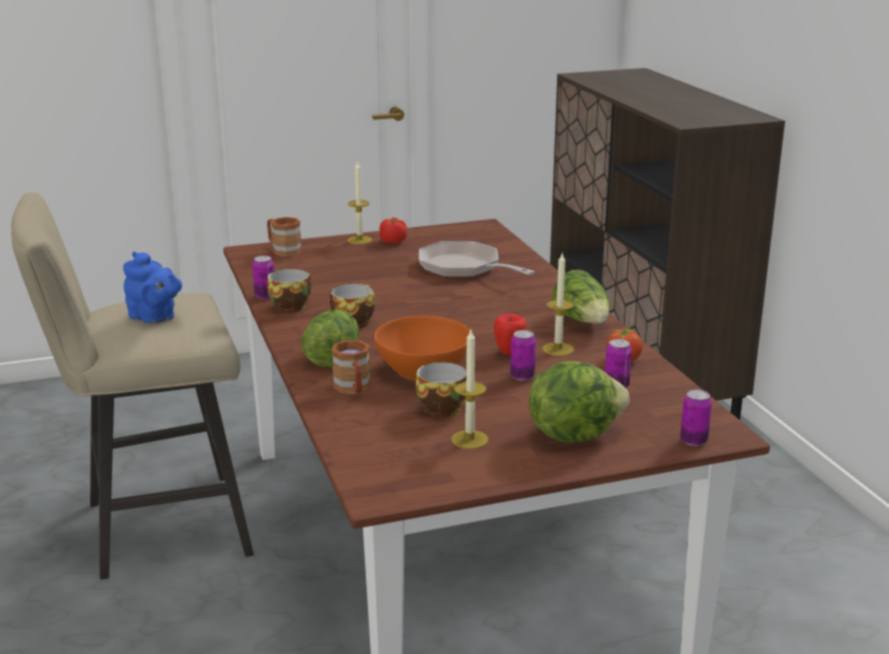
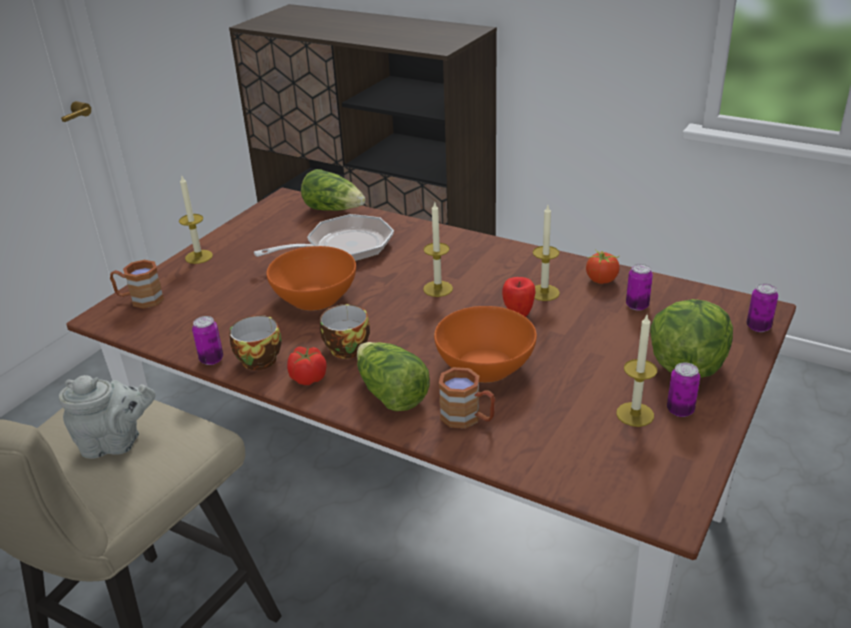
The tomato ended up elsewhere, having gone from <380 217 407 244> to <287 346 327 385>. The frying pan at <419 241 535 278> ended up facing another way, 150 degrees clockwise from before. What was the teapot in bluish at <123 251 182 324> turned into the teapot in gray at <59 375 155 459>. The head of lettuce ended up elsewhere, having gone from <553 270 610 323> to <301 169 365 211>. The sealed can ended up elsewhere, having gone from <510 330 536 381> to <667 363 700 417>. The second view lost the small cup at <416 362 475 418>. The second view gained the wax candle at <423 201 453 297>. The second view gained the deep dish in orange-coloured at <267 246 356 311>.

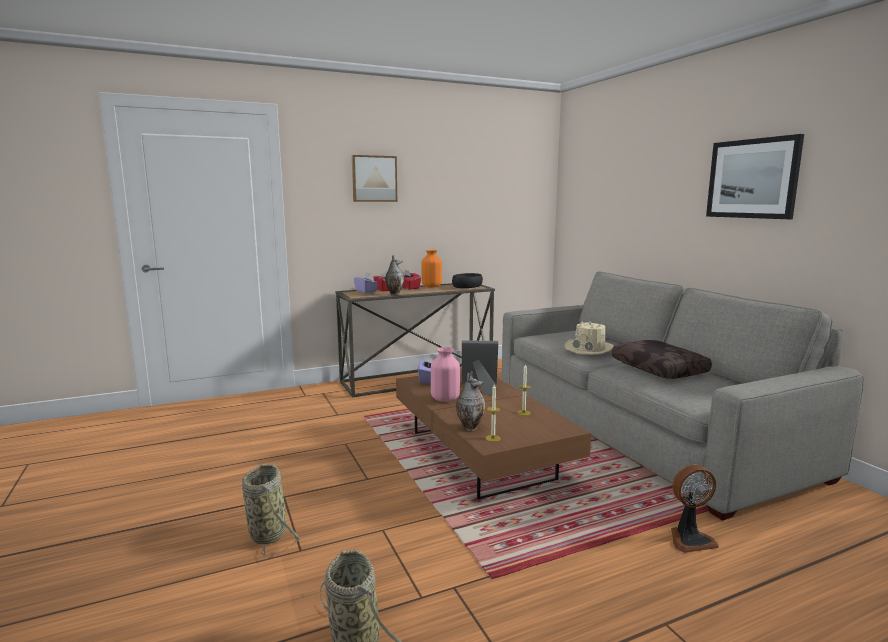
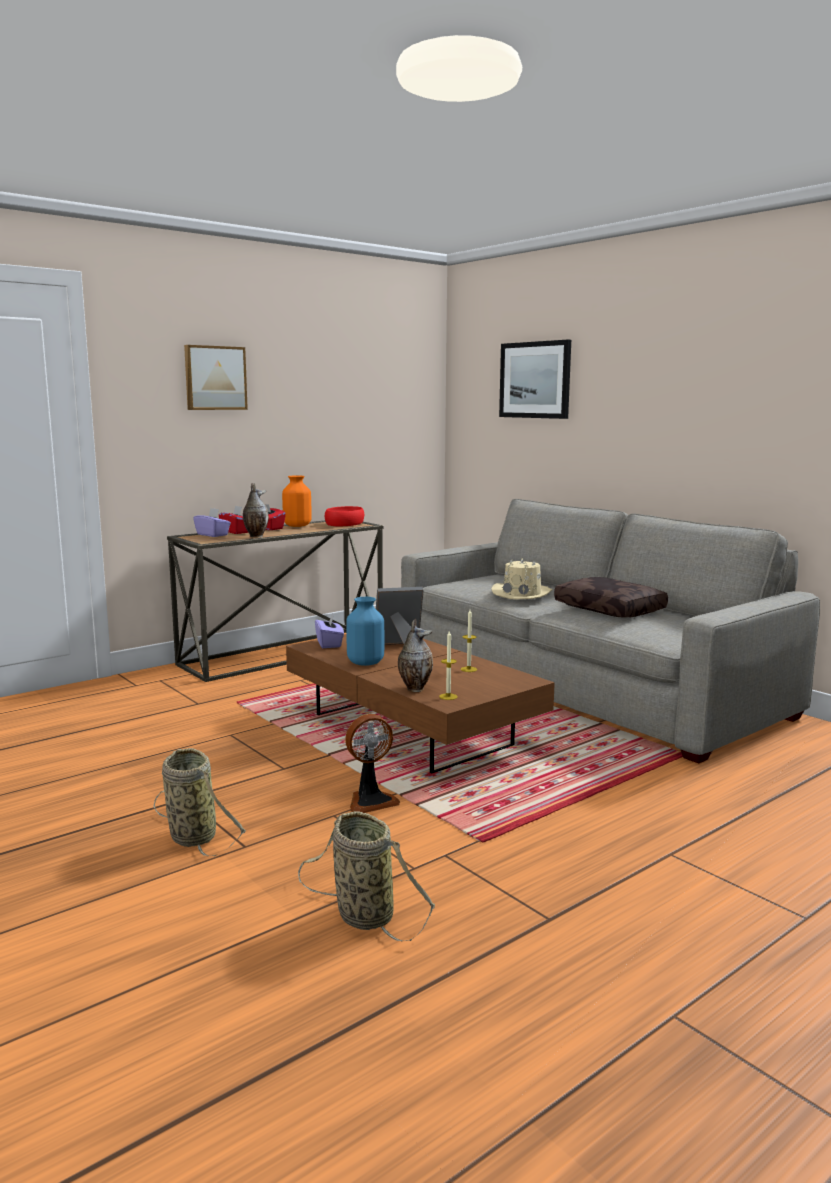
The wall picture ended up elsewhere, having gone from <706 134 804 219> to <499 340 571 419>. What was the deep dish in black at <452 273 483 288> turned into the deep dish in red-coloured at <325 506 364 526>. What was the flower vase in pink at <431 347 460 402> turned into the flower vase in bluish at <346 597 384 666>. The fan ended up elsewhere, having gone from <671 465 719 553> to <345 714 400 813>.

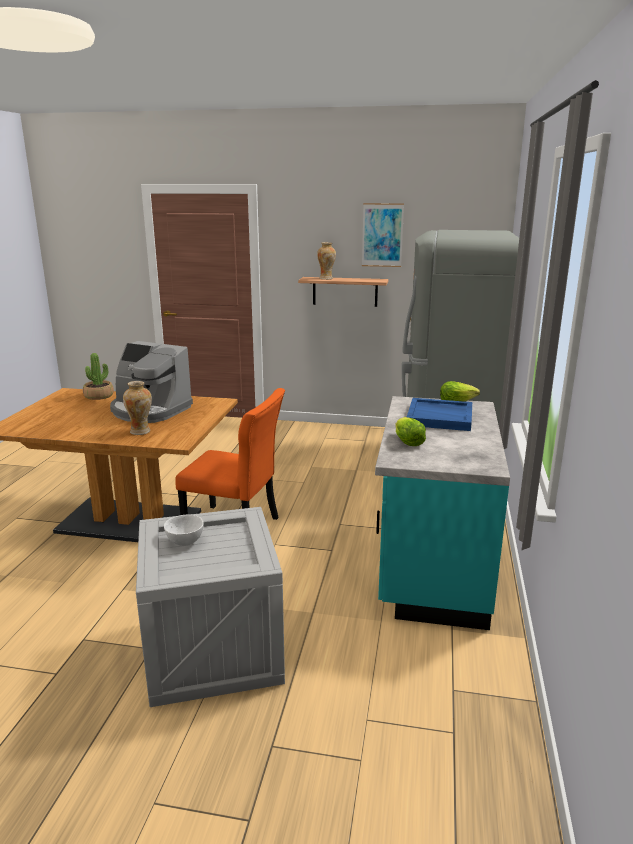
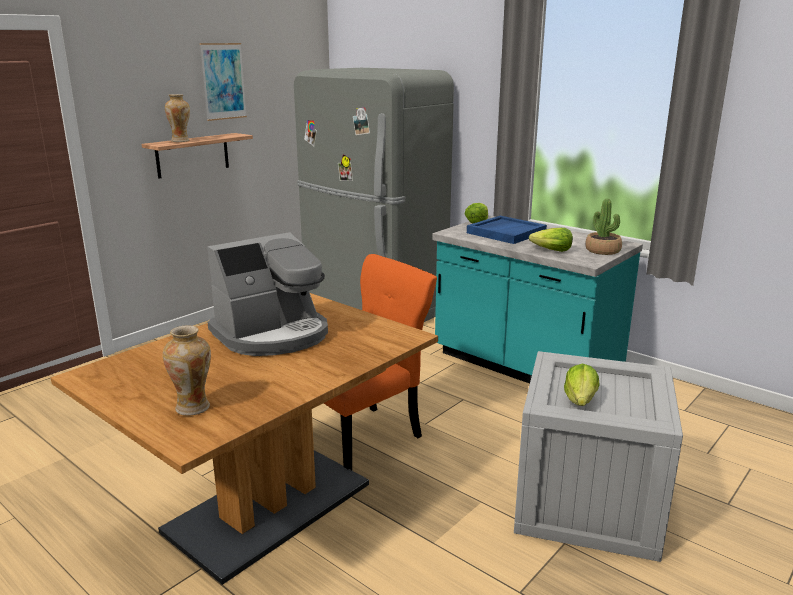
The houseplant ended up elsewhere, having gone from <83 353 114 400> to <585 199 622 255>. The flower vase ended up elsewhere, having gone from <123 381 152 435> to <163 325 211 416>. Where the deep dish in white-coloured stood at <164 514 204 546>, the head of lettuce came to stand at <564 363 599 406>.

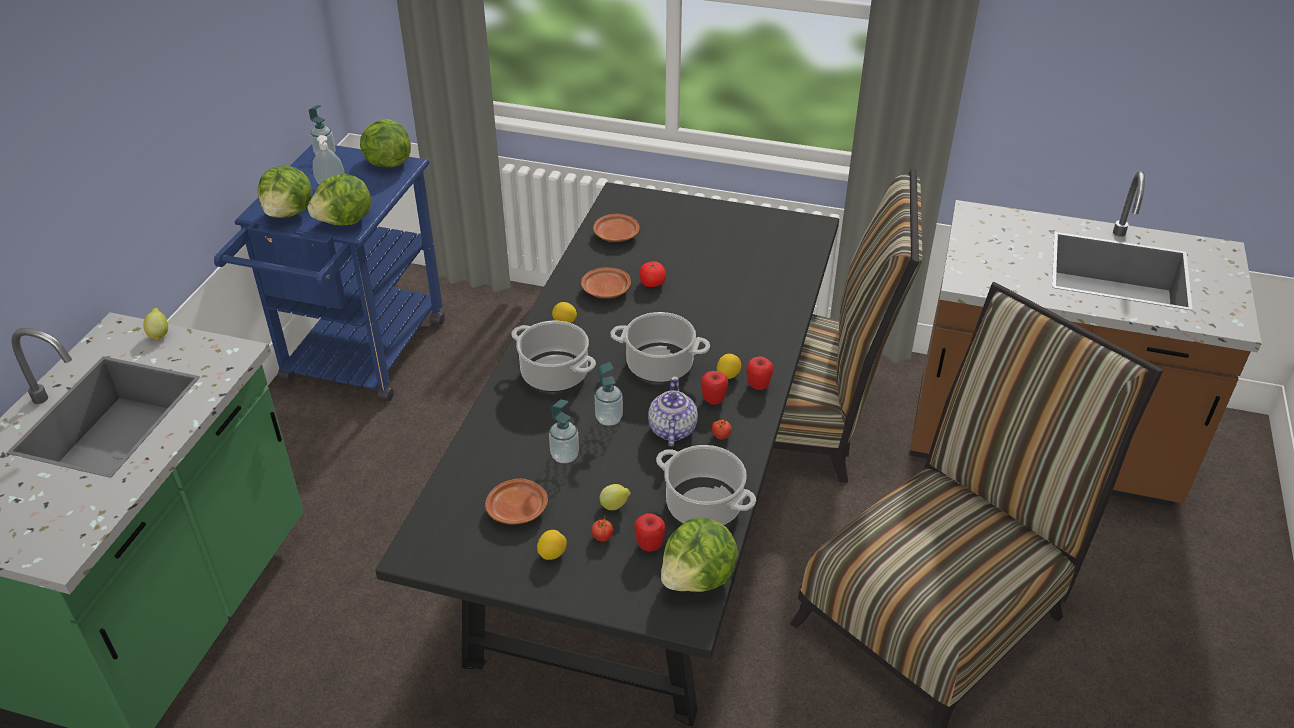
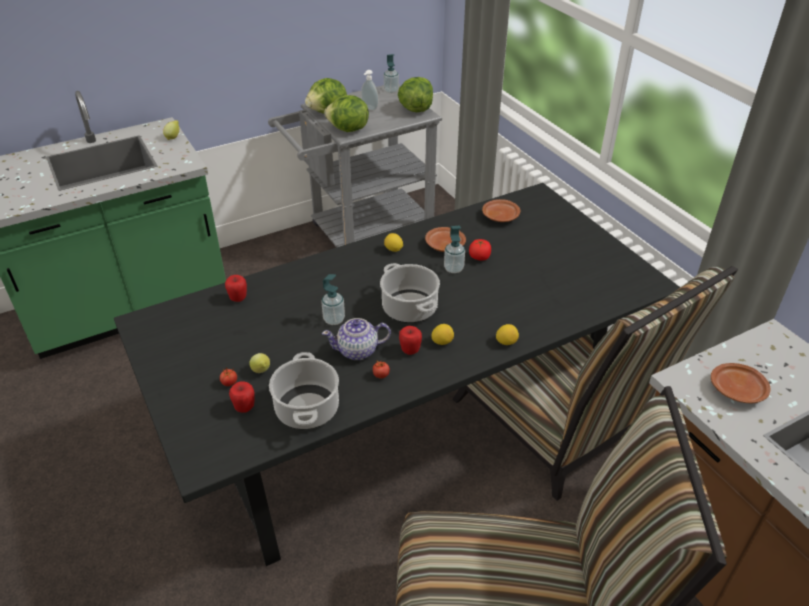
What was the trolley in bluish at <214 144 445 401> turned into the trolley in gray at <268 85 442 247>. The second view lost the stockpot at <511 321 596 392>. The apple ended up elsewhere, having gone from <746 356 773 390> to <225 275 247 302>. The teapot at <648 376 698 446> ended up facing another way, 150 degrees counterclockwise from before. The liquid soap bottle ended up elsewhere, having gone from <549 399 579 463> to <444 226 465 273>. The dinner plate in brown-coloured ended up elsewhere, having gone from <485 478 548 525> to <711 363 770 403>. The second view lost the head of lettuce at <661 518 738 592>. The lemon ended up elsewhere, having gone from <537 530 567 560> to <496 324 519 345>.

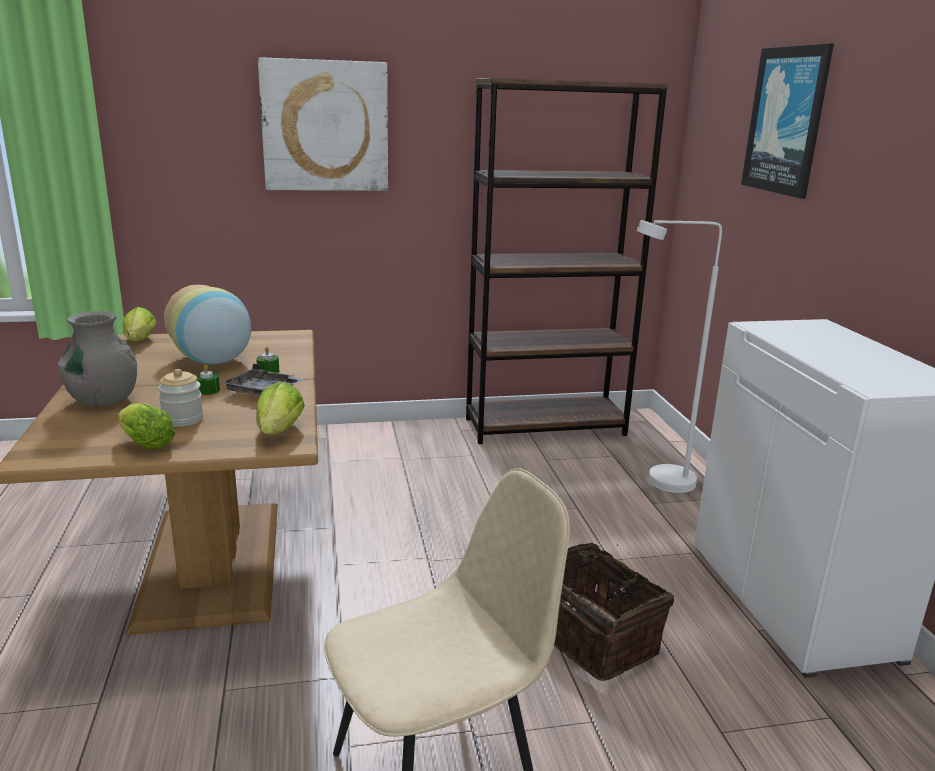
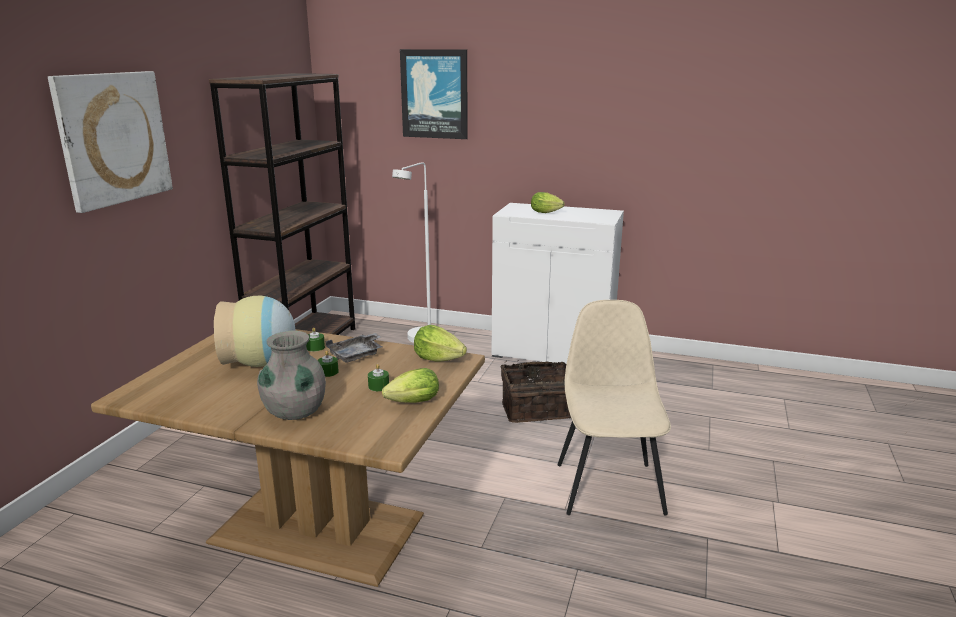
The head of lettuce ended up elsewhere, having gone from <123 307 157 341> to <531 192 565 213>. Where the preserve jar stood at <158 369 203 427>, the wax candle in greenish came to stand at <368 364 389 391>.

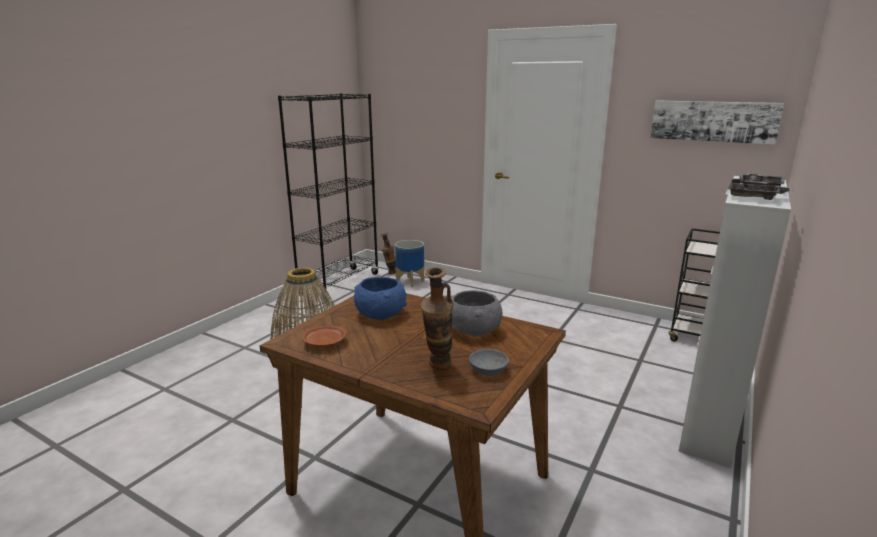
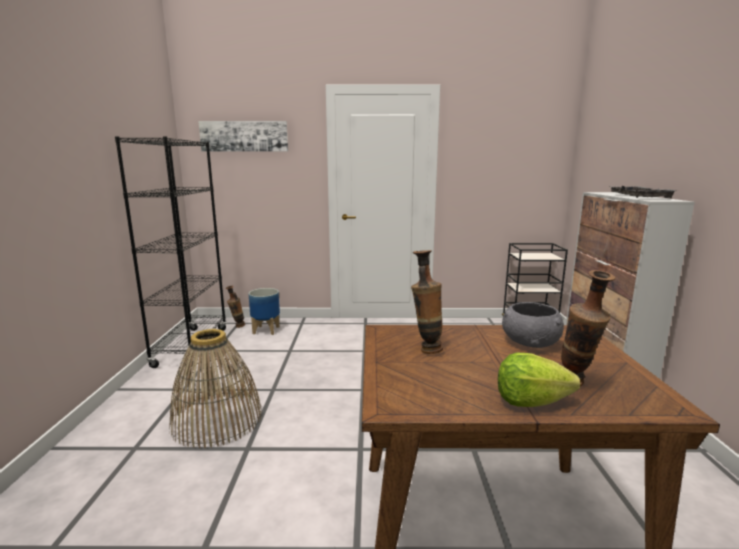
The wall picture ended up elsewhere, having gone from <650 100 784 145> to <198 121 288 152>. Where the deep dish in bluish stood at <354 277 407 320>, the flower vase came to stand at <411 250 443 354>. The second view lost the dinner plate in brown-coloured at <301 325 347 348>. The second view lost the deep dish in gray at <469 349 509 376>. The second view gained the head of lettuce at <498 353 580 407>.

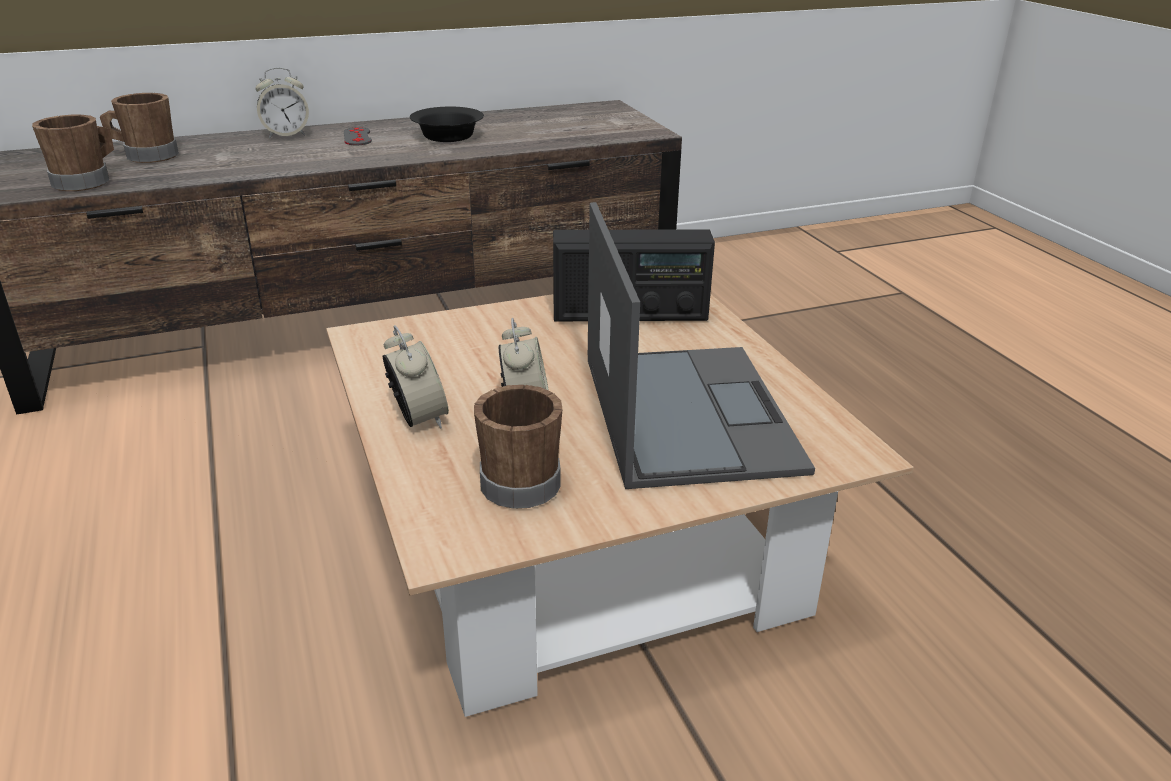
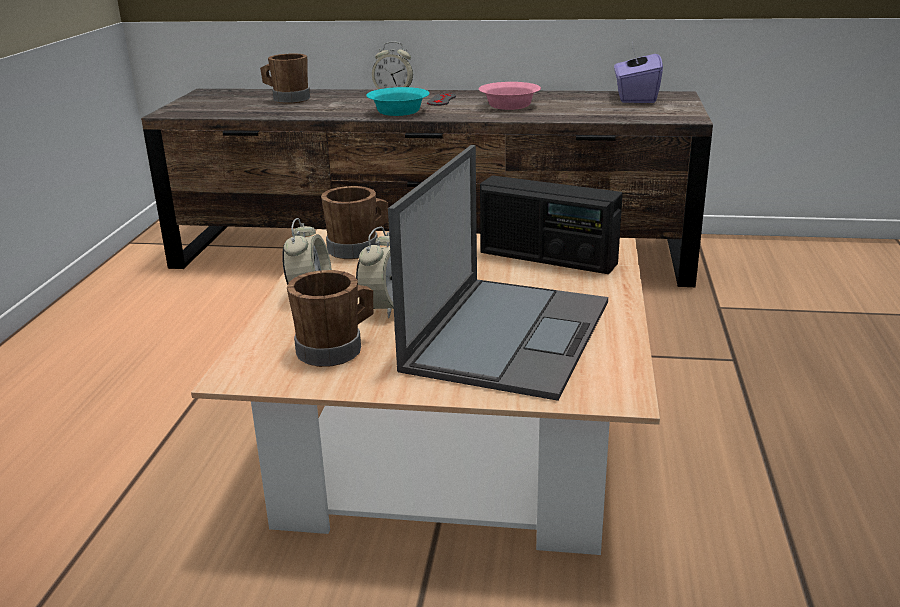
What was the deep dish in black at <410 107 484 142> turned into the deep dish in pink at <479 82 541 110>. The tea mug in brown-coloured ended up elsewhere, having gone from <32 115 114 191> to <321 186 388 259>. The second view gained the tissue holder in purple-coloured at <614 42 663 103>. The second view gained the deep dish in blue-green at <366 87 430 116>.

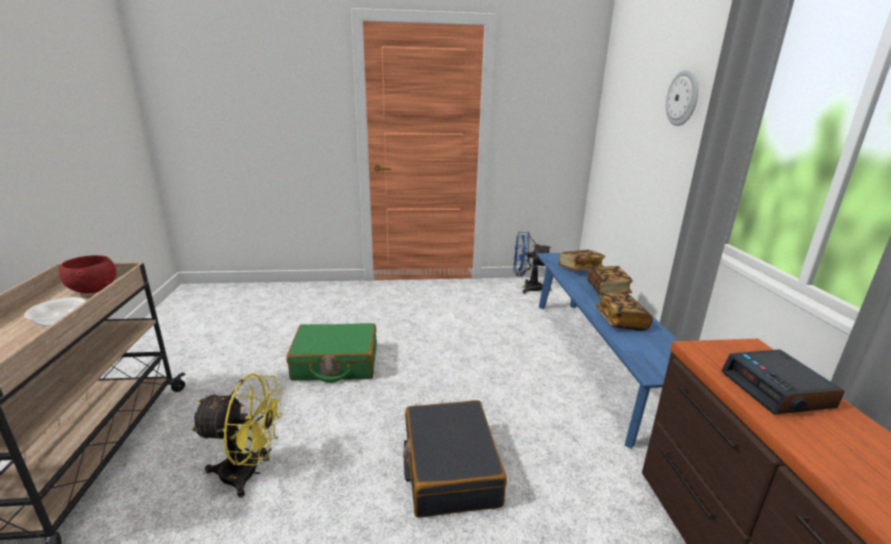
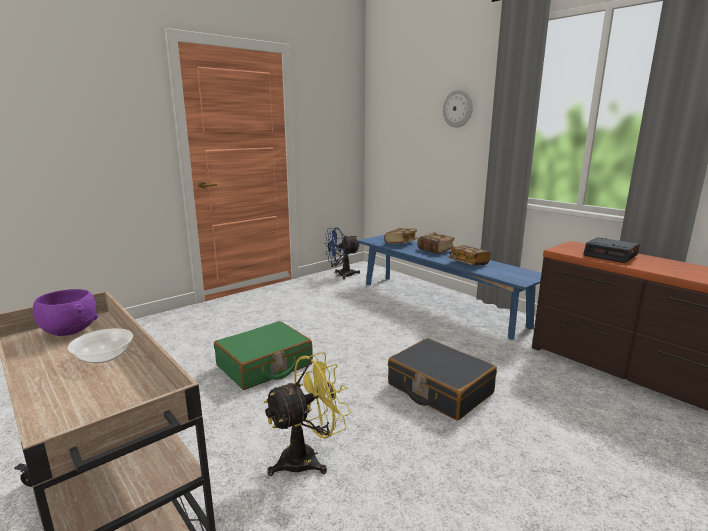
What was the deep dish in red-coloured at <59 255 116 294> turned into the deep dish in purple-coloured at <33 289 98 336>.

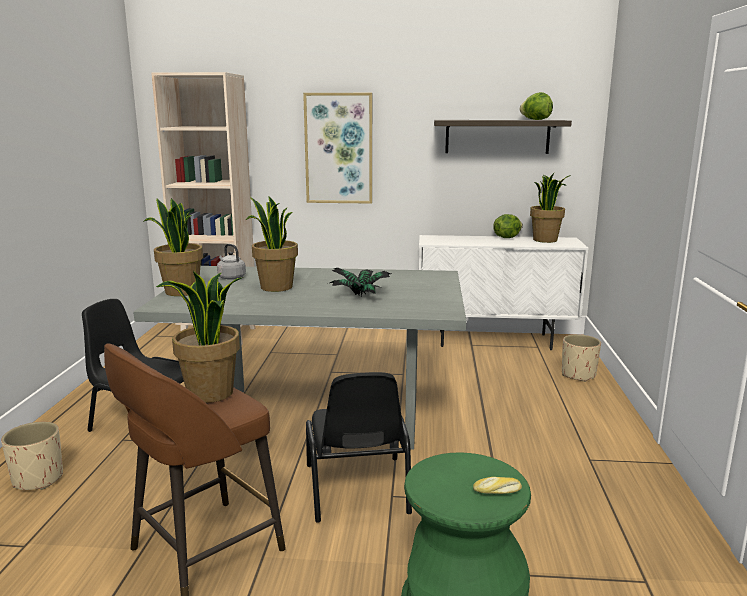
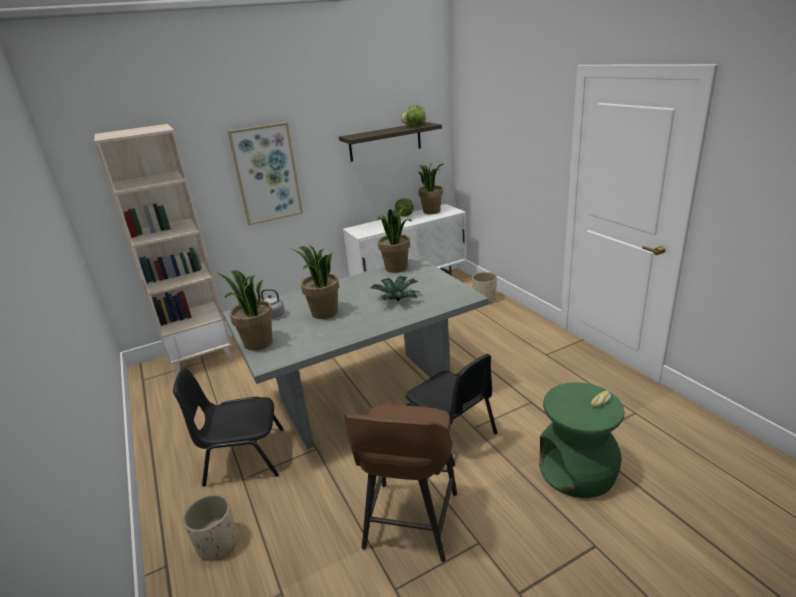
The houseplant ended up elsewhere, having gone from <156 271 243 403> to <377 207 412 273>.

